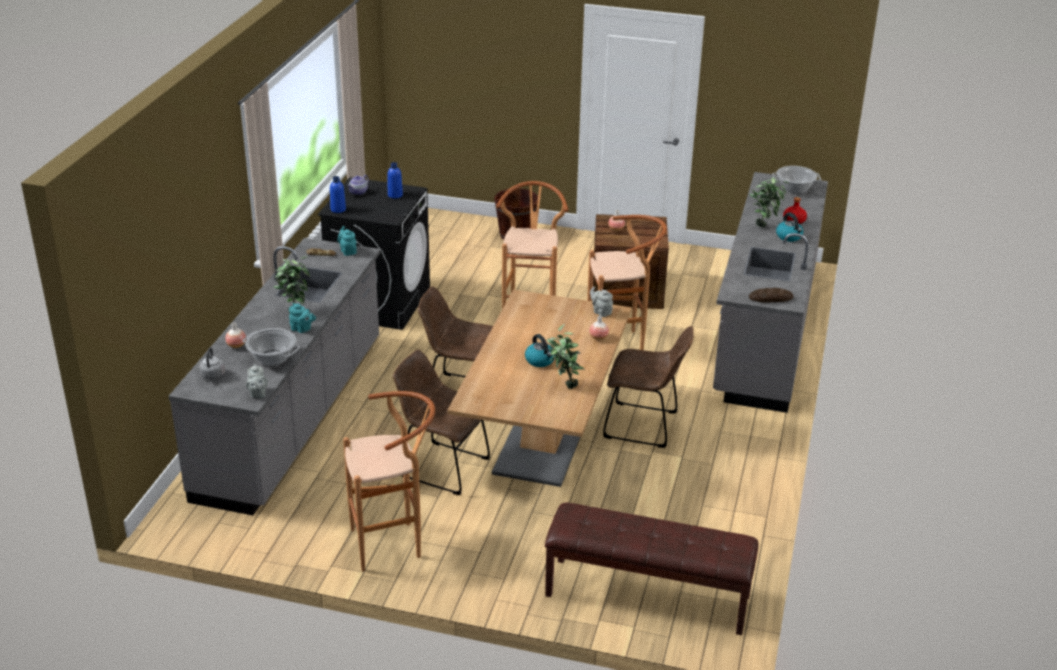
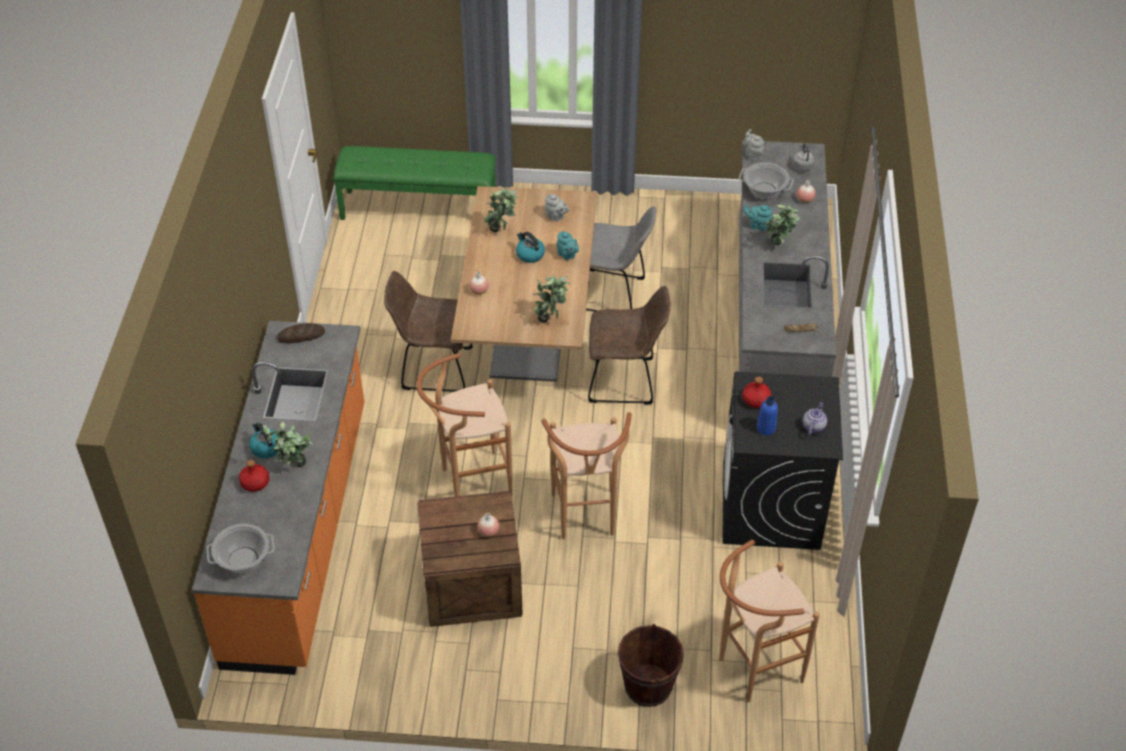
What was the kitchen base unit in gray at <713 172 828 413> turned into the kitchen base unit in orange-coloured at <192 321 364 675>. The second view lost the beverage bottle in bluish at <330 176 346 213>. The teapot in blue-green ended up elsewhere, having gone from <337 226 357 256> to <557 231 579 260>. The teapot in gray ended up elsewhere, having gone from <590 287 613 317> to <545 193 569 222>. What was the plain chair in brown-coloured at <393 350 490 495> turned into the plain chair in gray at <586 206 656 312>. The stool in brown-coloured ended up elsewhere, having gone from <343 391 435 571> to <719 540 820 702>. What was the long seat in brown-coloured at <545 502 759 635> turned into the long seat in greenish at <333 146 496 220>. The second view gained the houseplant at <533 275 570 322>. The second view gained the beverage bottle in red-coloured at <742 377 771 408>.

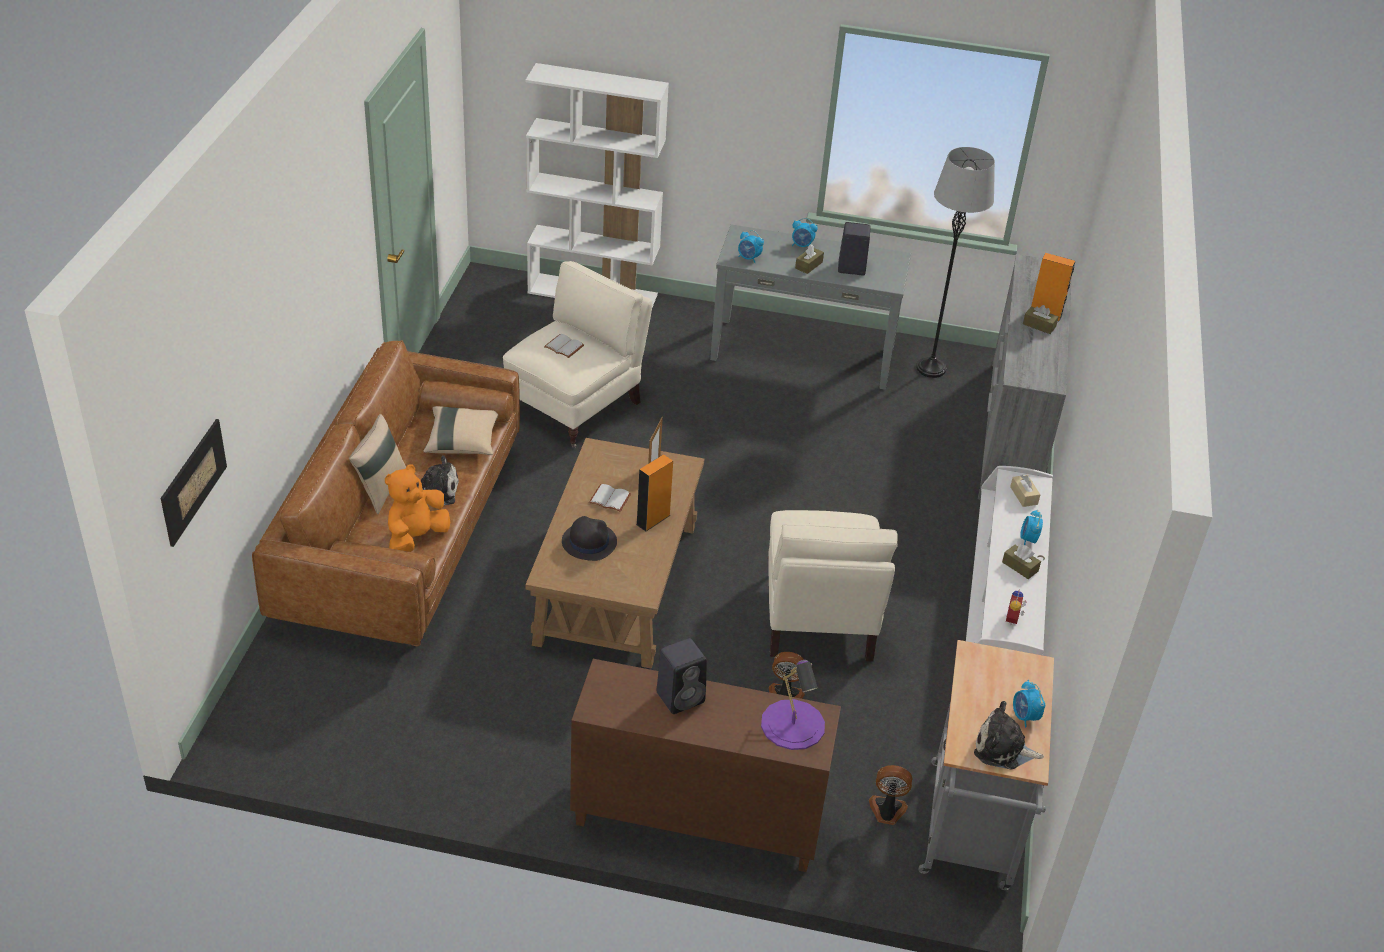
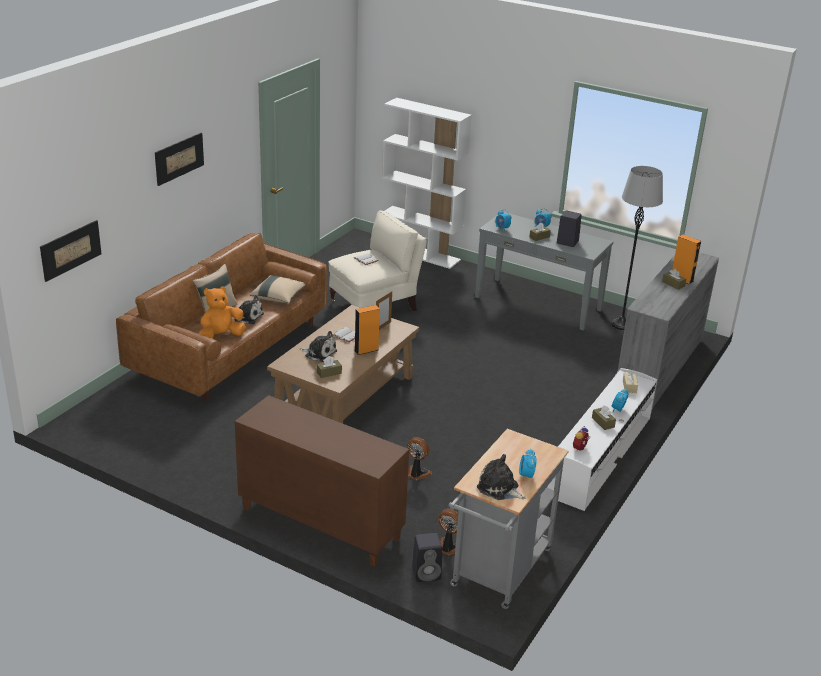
The second view lost the easy chair in beige-coloured at <768 510 898 662>. Where the hat in black stood at <562 516 617 561>, the cuddly toy came to stand at <299 331 337 362>. The speaker in black ended up elsewhere, having gone from <656 638 707 714> to <412 533 442 582>. The second view lost the lamp for a table in purple-coloured at <761 660 825 750>. The second view gained the wall picture at <155 133 204 186>. The second view gained the tissue holder in brown-coloured at <317 356 342 378>.

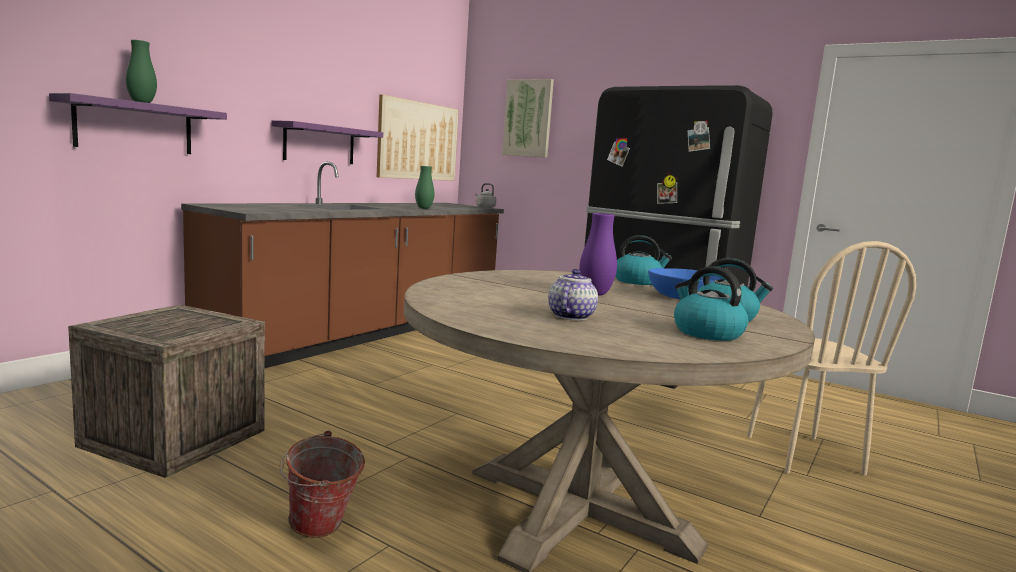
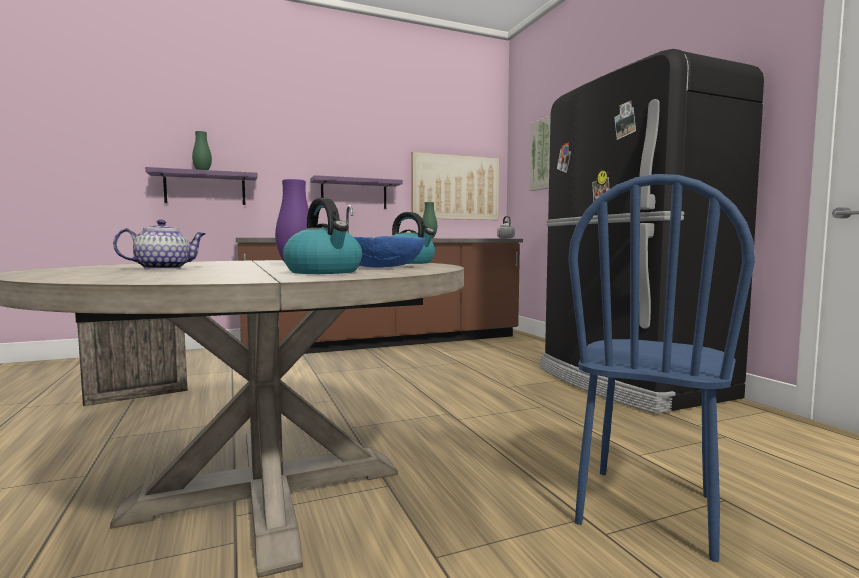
What was the plain chair in beige-coloured at <747 241 916 476> turned into the plain chair in bluish at <568 174 755 562>. The second view lost the kettle at <674 266 748 341>. The second view lost the water bucket at <279 431 365 538>.

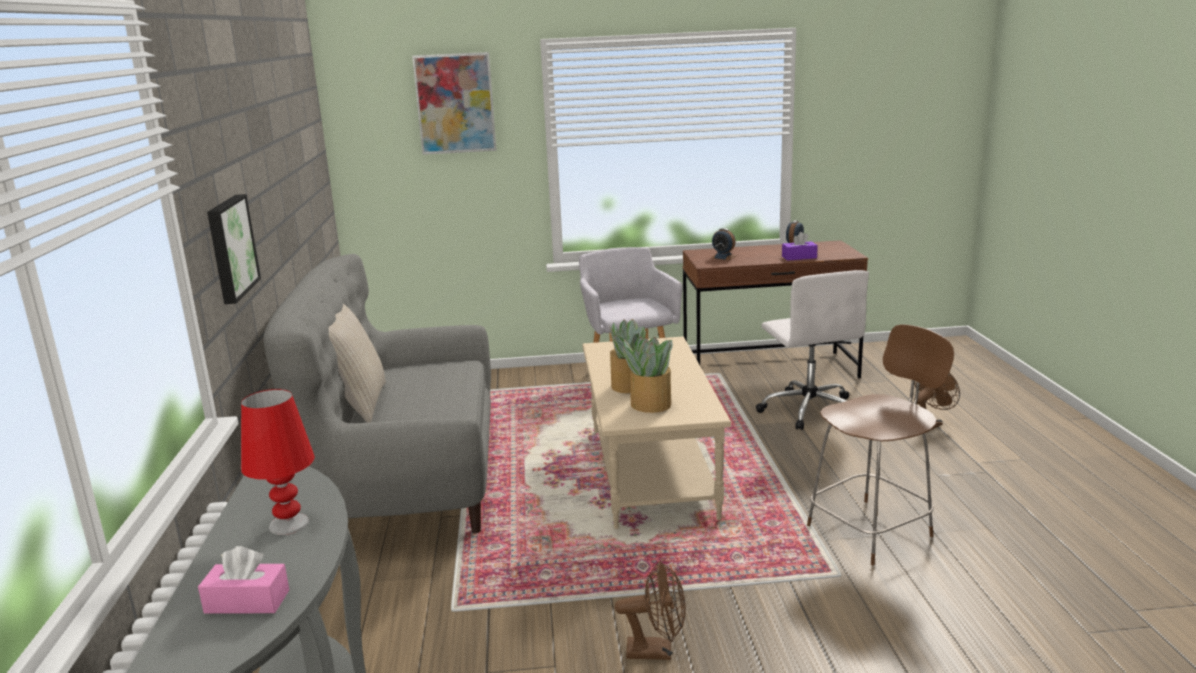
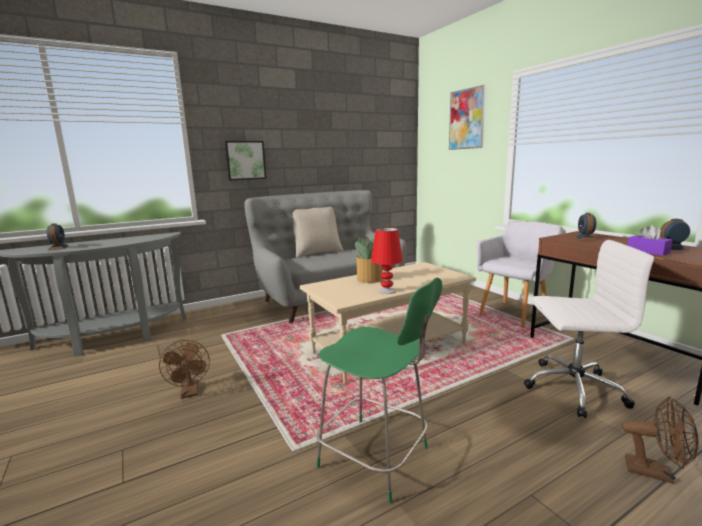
The computer chair in white-coloured at <756 270 869 430> ended up facing another way, 135 degrees counterclockwise from before. What was the plain chair in brown-coloured at <807 324 954 565> turned into the plain chair in greenish at <316 277 442 504>. The second view lost the houseplant at <622 337 673 413>. The lamp for a table in red-coloured ended up elsewhere, having gone from <241 389 315 535> to <371 228 403 294>. Where the tissue holder in pink stood at <198 546 289 614>, the alarm clock came to stand at <46 223 69 250>.

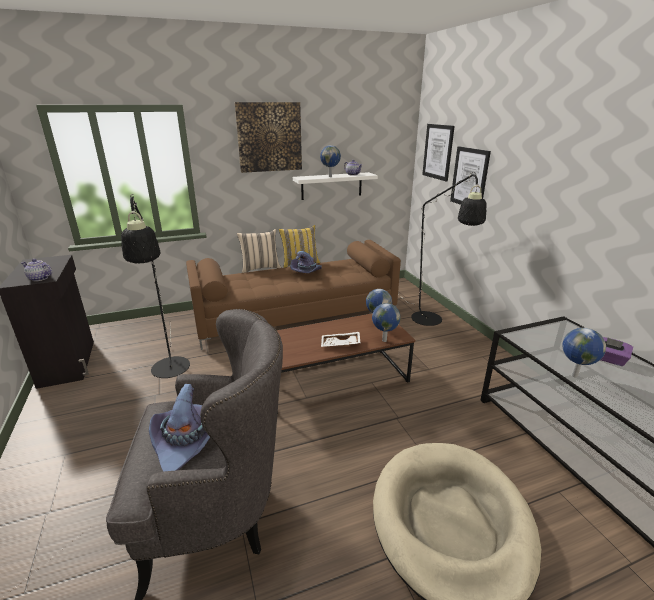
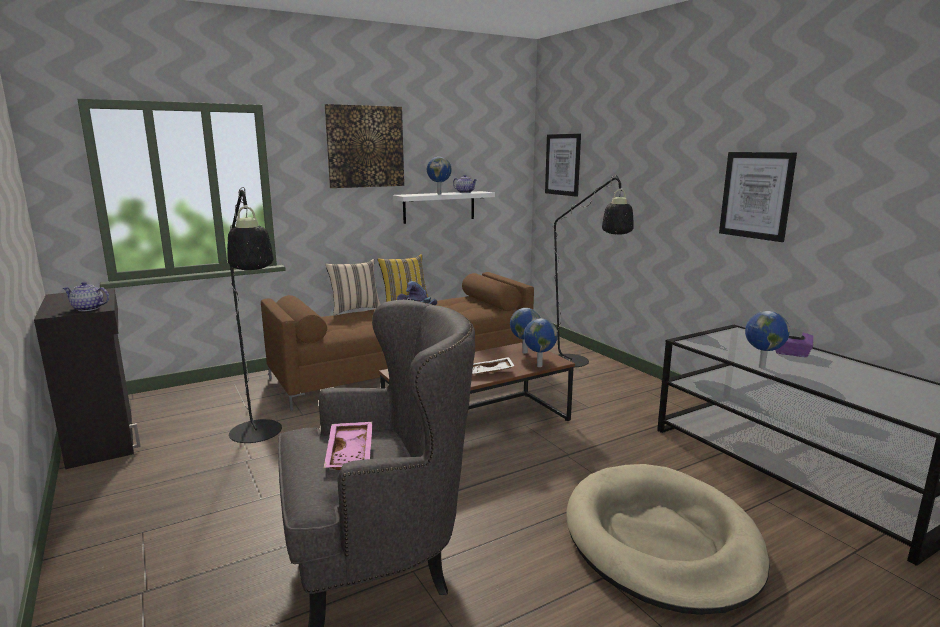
The wall picture ended up elsewhere, having gone from <450 146 491 205> to <719 152 797 242>. Where the hat in purple-coloured stood at <149 384 210 472>, the serving tray in pink came to stand at <324 422 373 470>.

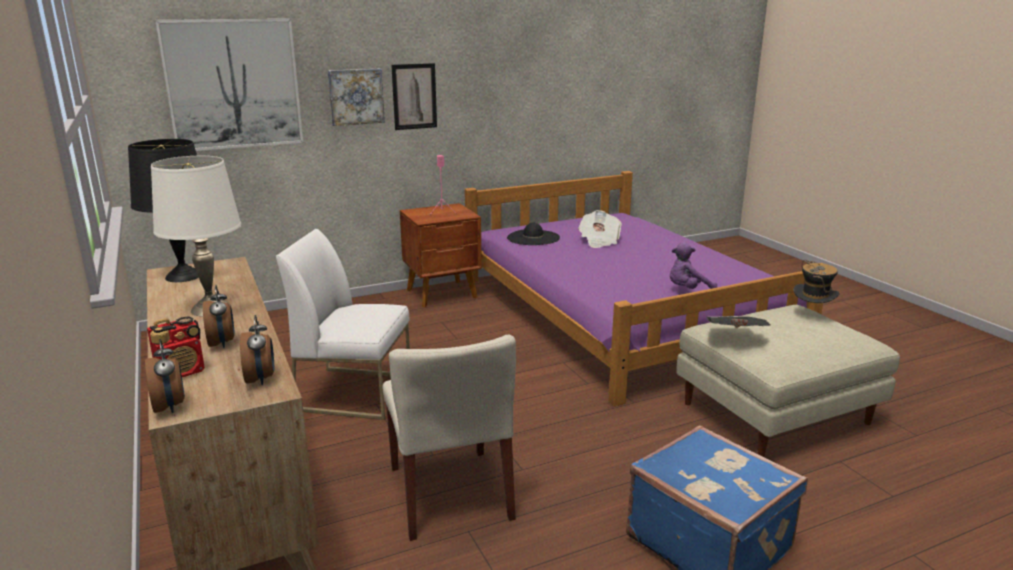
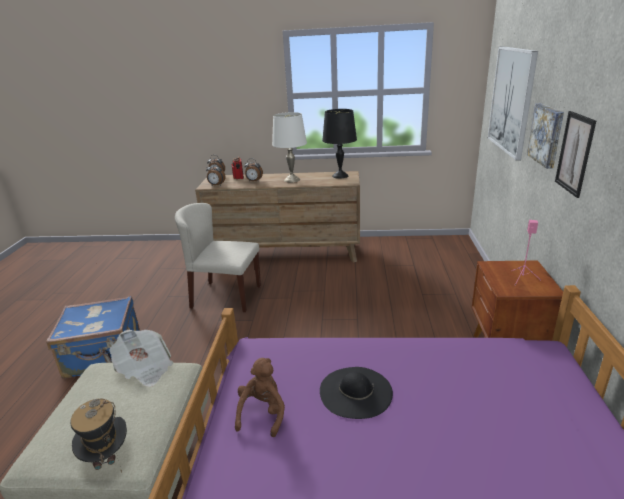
The second view lost the printed paper at <578 210 622 248>. The hat in black ended up elsewhere, having gone from <507 223 560 245> to <320 367 393 419>. The second view lost the plain chair in white-coloured at <276 229 410 420>. What was the cuddly toy in purple-coloured at <670 242 717 289> turned into the cuddly toy in brown-coloured at <235 358 285 437>.

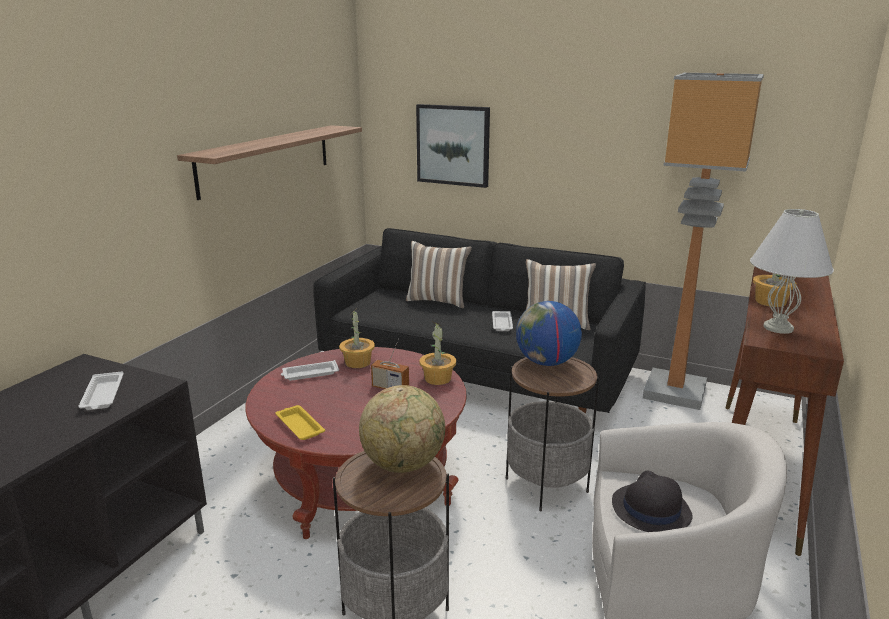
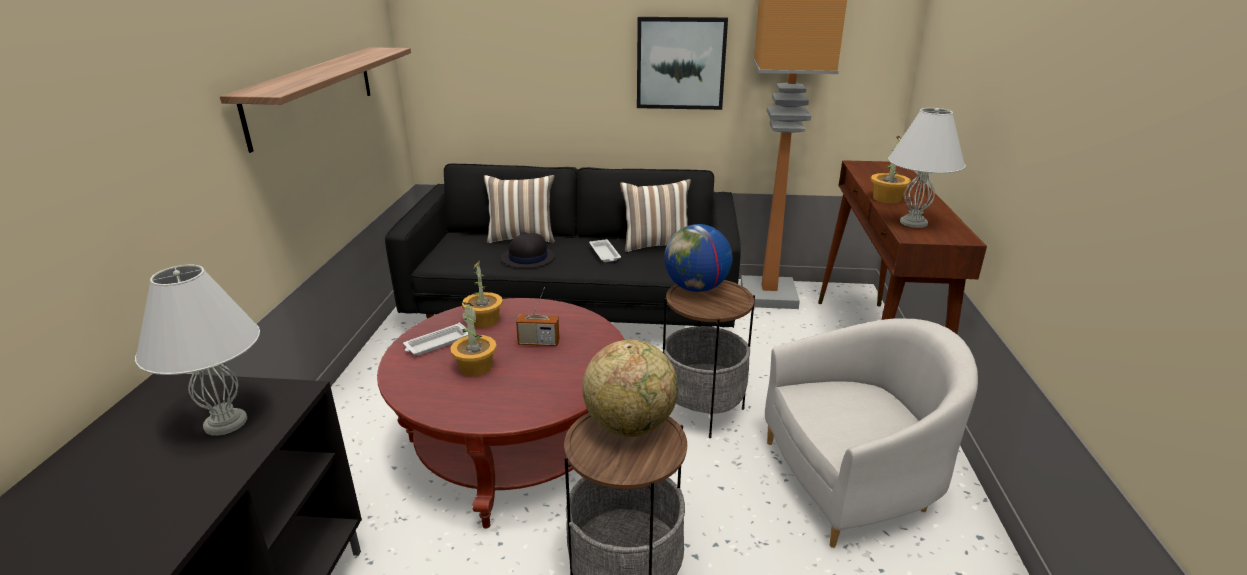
The wall picture ended up elsewhere, having gone from <416 104 490 188> to <637 17 728 110>. The houseplant ended up elsewhere, having gone from <419 322 456 385> to <451 302 497 377>. Where the serving tray in white-coloured stood at <78 371 124 410>, the lamp for a table in white-coloured came to stand at <135 265 260 436>. The second view lost the serving tray in yellow at <276 405 325 440>. The hat in black ended up elsewhere, having gone from <612 470 693 532> to <501 232 555 268>.

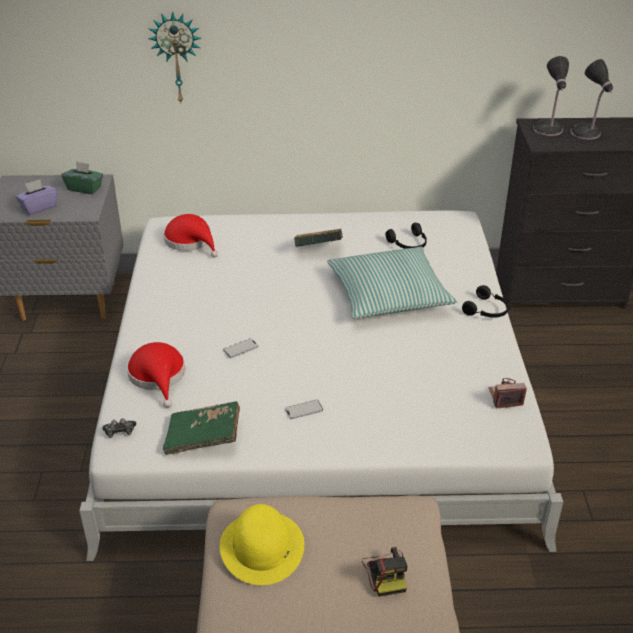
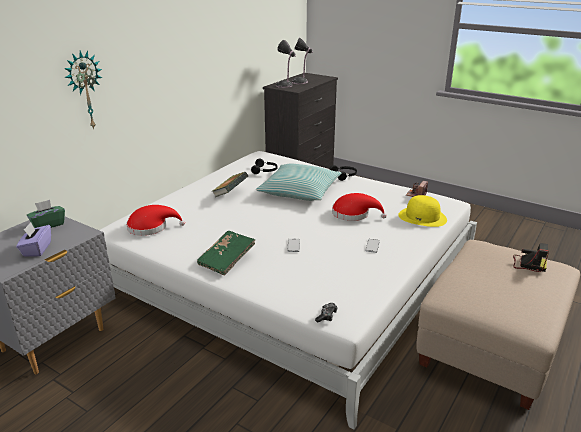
The hat in red-coloured ended up elsewhere, having gone from <127 342 185 408> to <332 193 387 221>. The bound book in greenish ended up elsewhere, having gone from <163 401 240 455> to <197 231 255 275>. The hat in yellow ended up elsewhere, having gone from <220 504 304 585> to <398 195 447 227>.

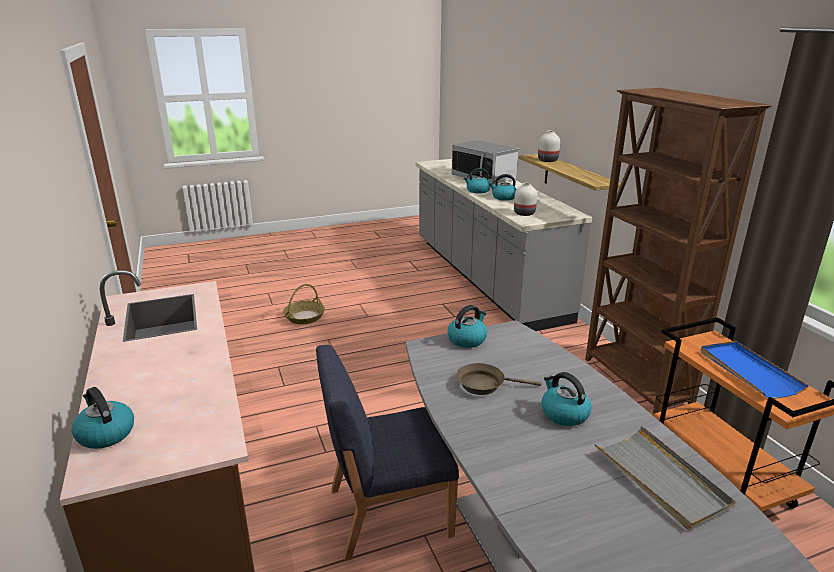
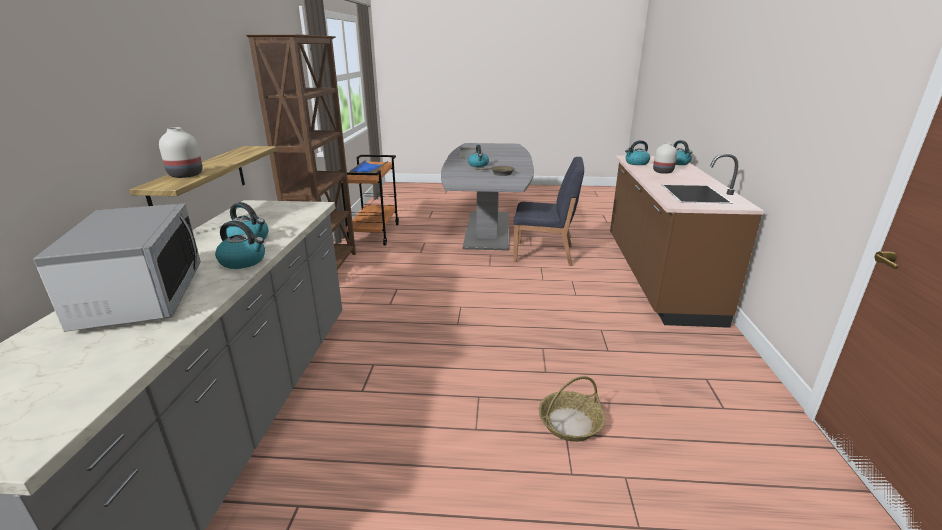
The flower vase in white-coloured ended up elsewhere, having gone from <514 183 537 216> to <653 142 677 174>. The kettle ended up elsewhere, having gone from <447 305 487 348> to <625 140 650 165>.

